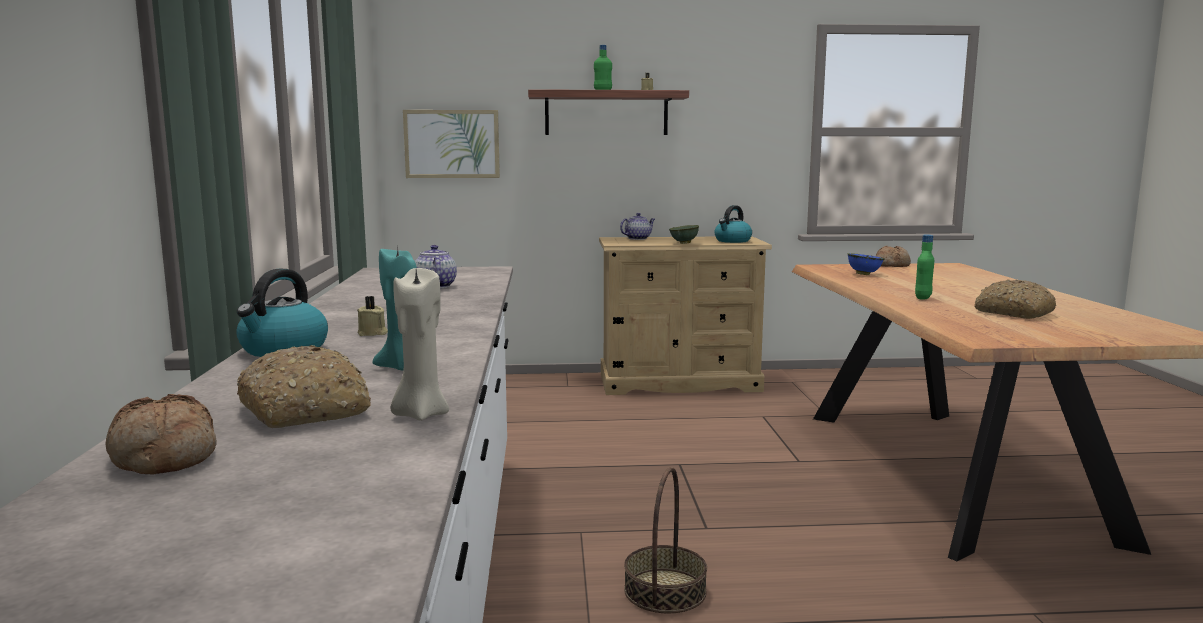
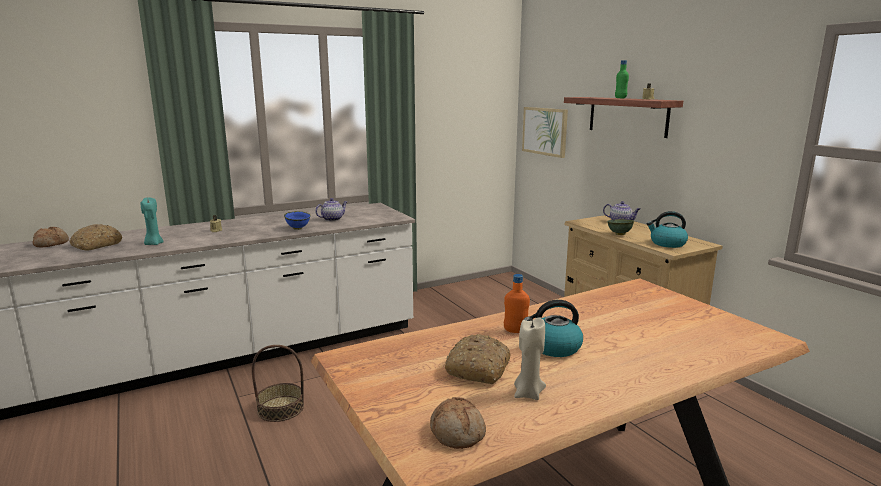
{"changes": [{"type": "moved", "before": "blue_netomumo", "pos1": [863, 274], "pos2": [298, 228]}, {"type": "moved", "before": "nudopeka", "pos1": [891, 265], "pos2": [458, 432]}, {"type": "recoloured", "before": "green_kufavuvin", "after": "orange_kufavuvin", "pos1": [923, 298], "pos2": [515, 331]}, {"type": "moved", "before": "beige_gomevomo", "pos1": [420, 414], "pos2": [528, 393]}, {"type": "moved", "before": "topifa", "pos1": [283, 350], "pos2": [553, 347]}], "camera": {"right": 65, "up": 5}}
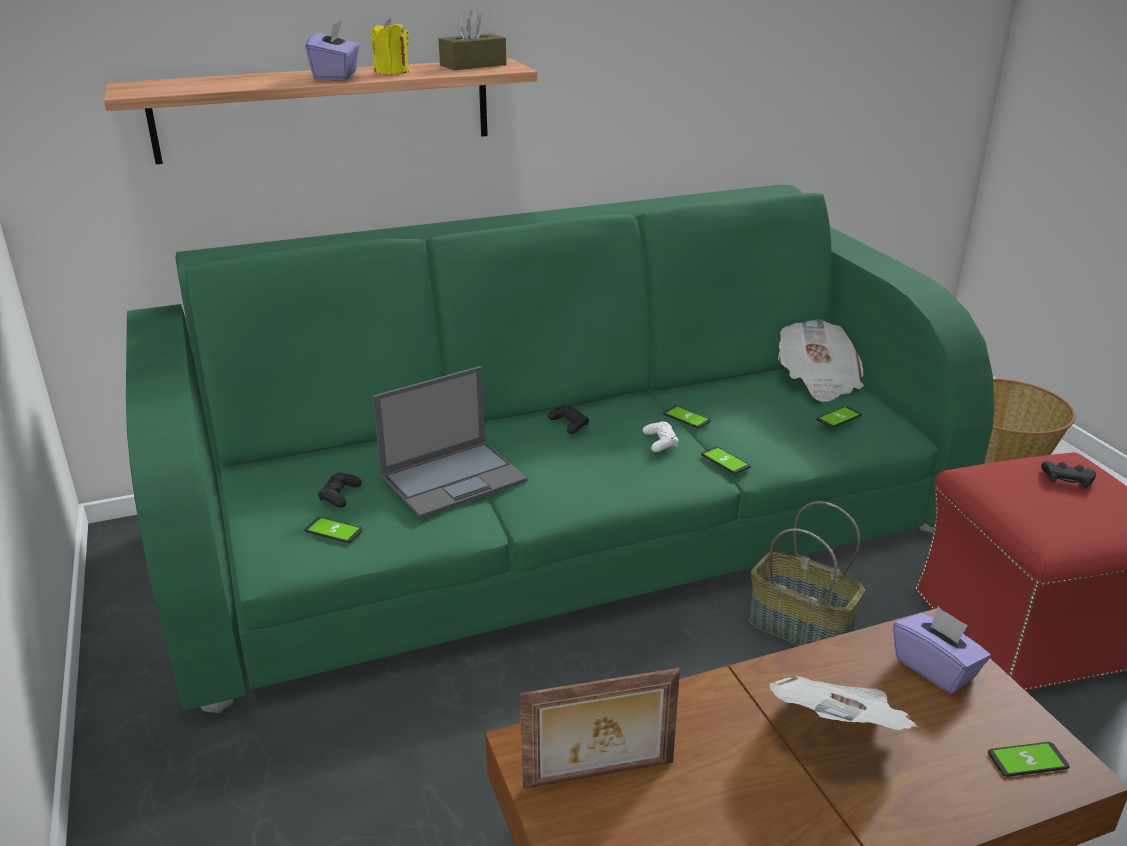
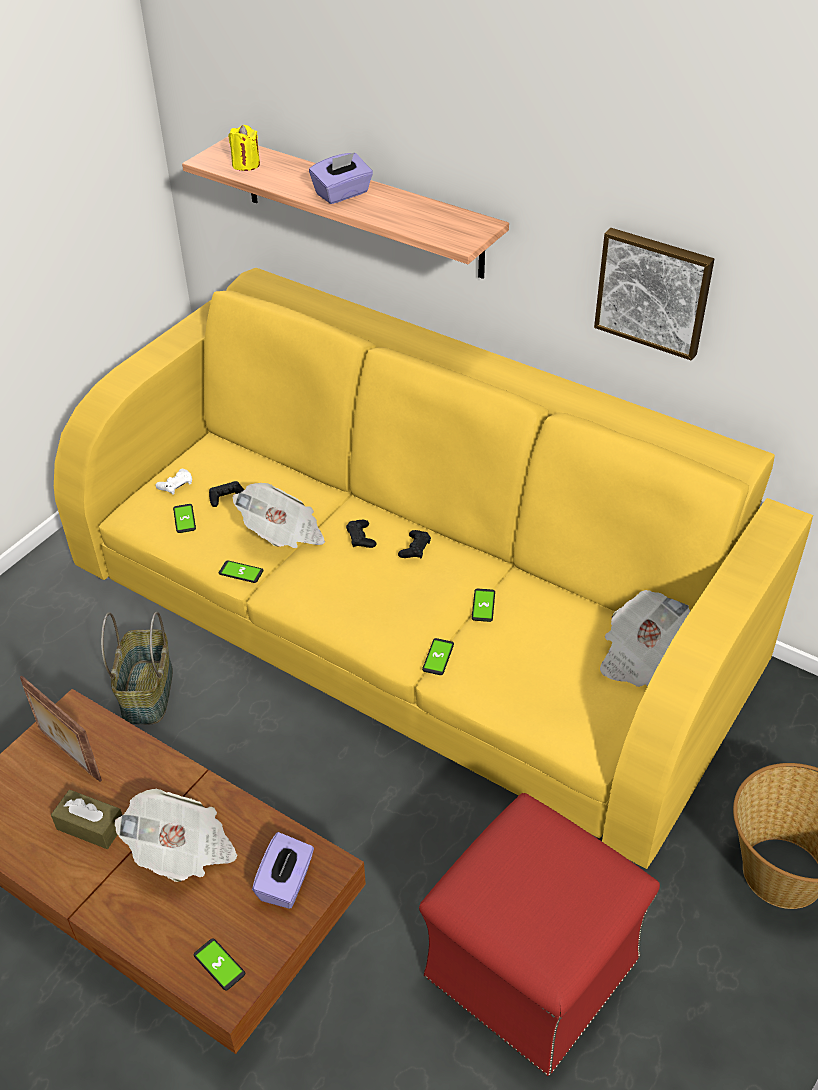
{"changes": [{"type": "moved", "before": "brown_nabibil", "pos1": [473, 65], "pos2": [90, 826]}, {"type": "recoloured", "before": "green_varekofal", "after": "yellow_varekofal", "pos1": [563, 524], "pos2": [410, 618]}, {"type": "moved", "before": "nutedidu", "pos1": [798, 628], "pos2": [146, 692]}, {"type": "moved", "before": "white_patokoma", "pos1": [660, 441], "pos2": [176, 485]}, {"type": "moved", "before": "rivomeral", "pos1": [838, 418], "pos2": [241, 572]}, {"type": "moved", "before": "yellow_gomevomo", "pos1": [392, 72], "pos2": [246, 164]}, {"type": "replaced", "before": "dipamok", "after": "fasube", "pos1": [455, 478], "pos2": [283, 534]}, {"type": "moved", "before": "black_patokoma", "pos1": [1067, 479], "pos2": [361, 538]}, {"type": "added", "after": "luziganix", "pos2": [654, 291]}], "camera": {"right": 55, "up": 15}}
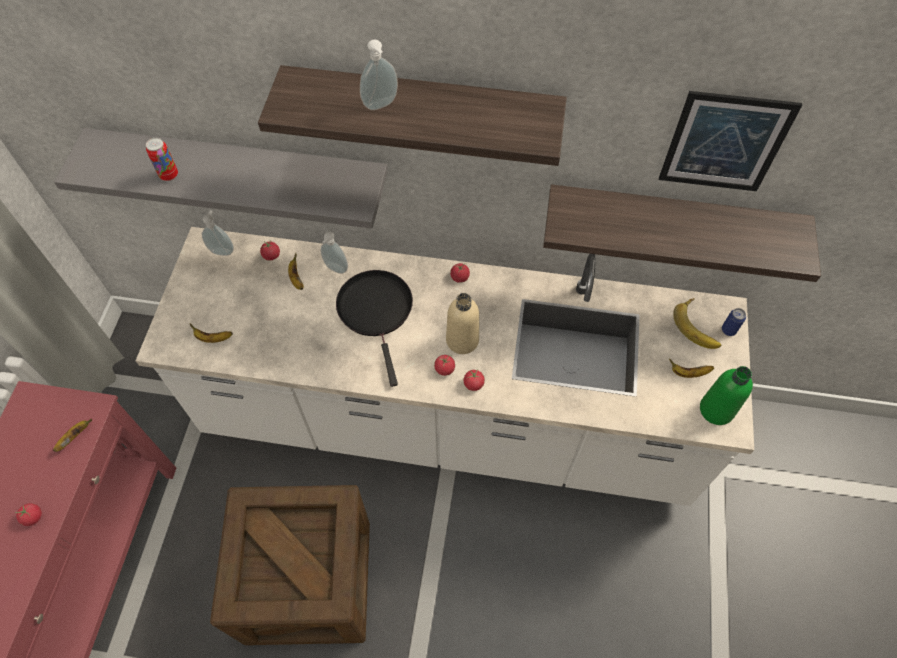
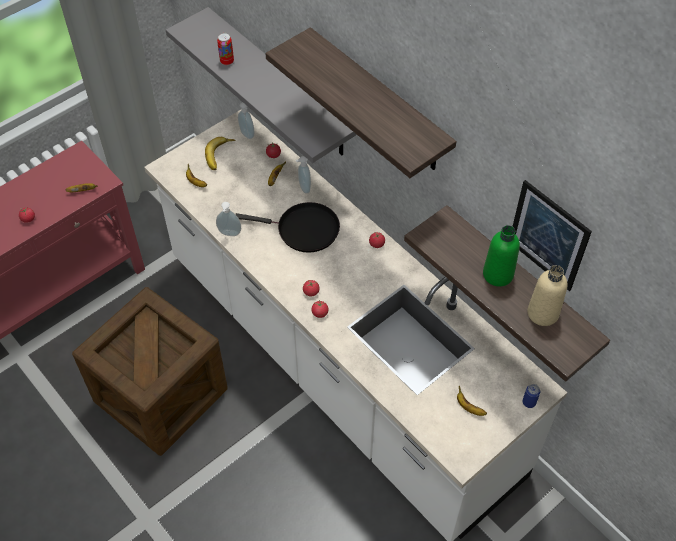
{"changes": [{"type": "moved", "before": "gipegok", "pos1": [698, 326], "pos2": [221, 155]}, {"type": "moved", "before": "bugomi", "pos1": [381, 105], "pos2": [229, 234]}, {"type": "turned", "before": "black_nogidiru", "pos1": [376, 311], "pos2": [304, 230], "turn": 75}, {"type": "moved", "before": "green_kufavuvin", "pos1": [716, 409], "pos2": [498, 274]}, {"type": "moved", "before": "beige_kufavuvin", "pos1": [462, 340], "pos2": [543, 313]}], "camera": {"right": 40, "up": -5}}
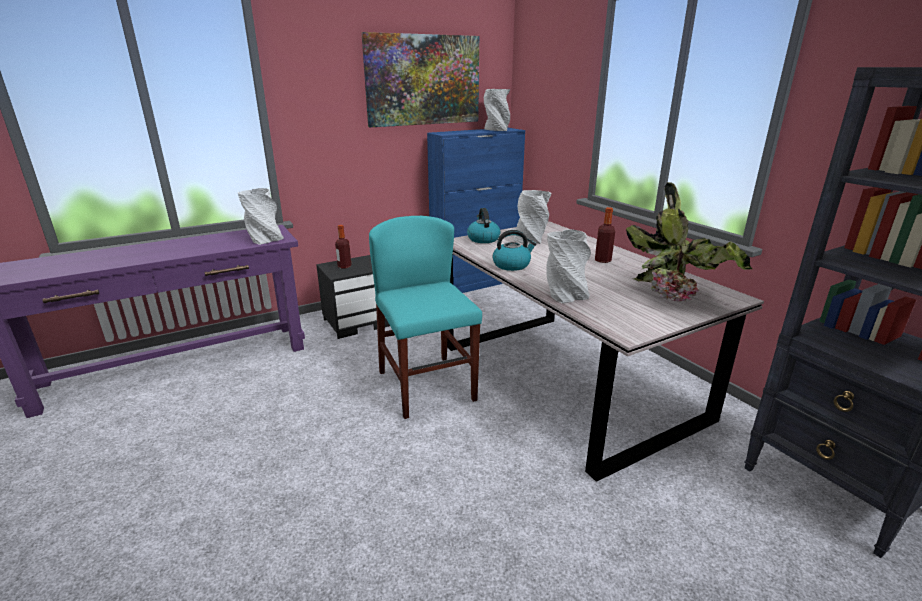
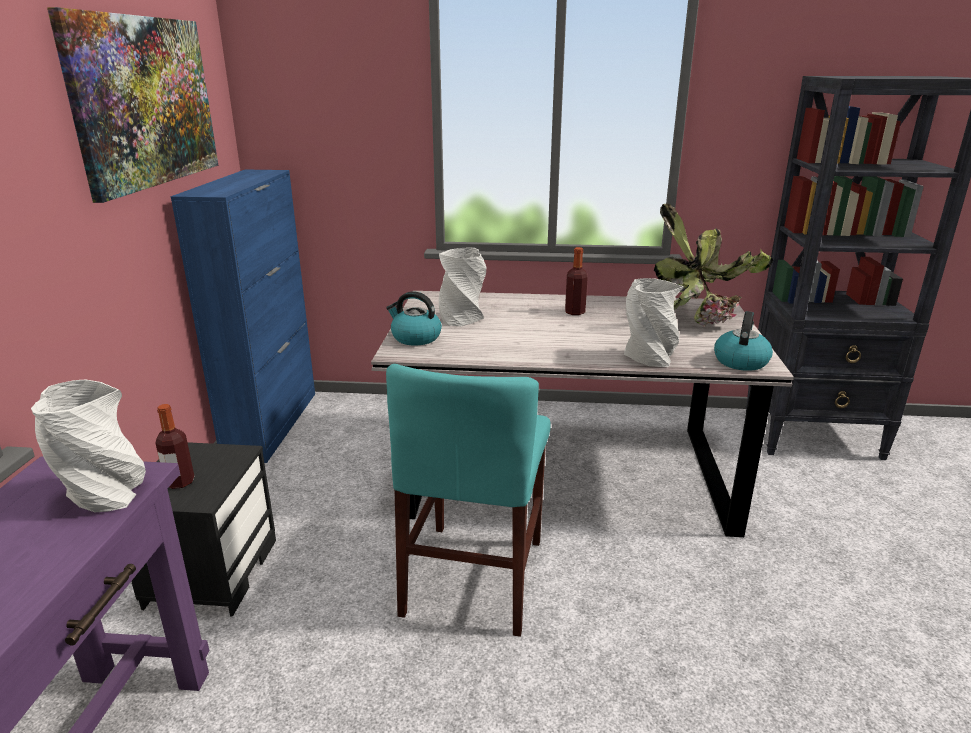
{"changes": [{"type": "turned", "before": "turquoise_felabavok", "pos1": [426, 386], "pos2": [474, 576], "turn": -90}, {"type": "moved", "before": "topifa", "pos1": [512, 265], "pos2": [740, 361]}, {"type": "removed", "before": "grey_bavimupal", "pos1": [496, 130]}], "camera": {"right": -55, "up": 0}}
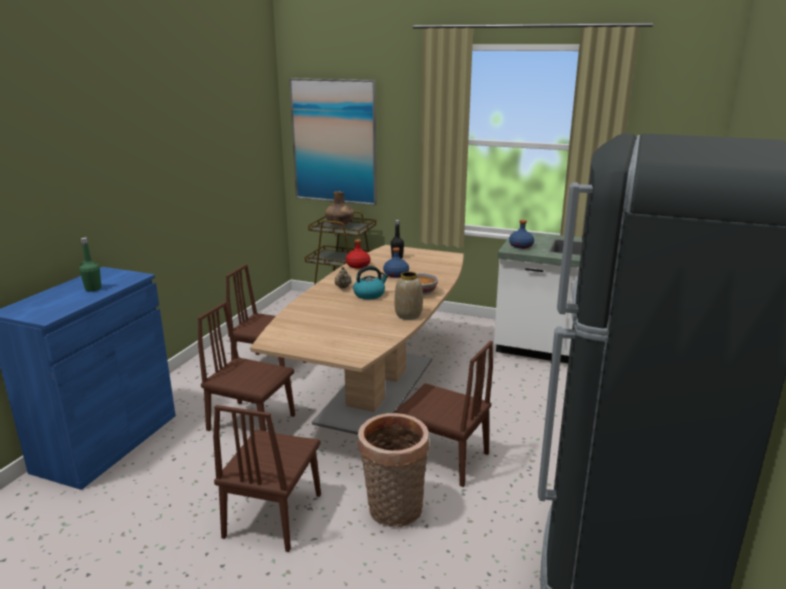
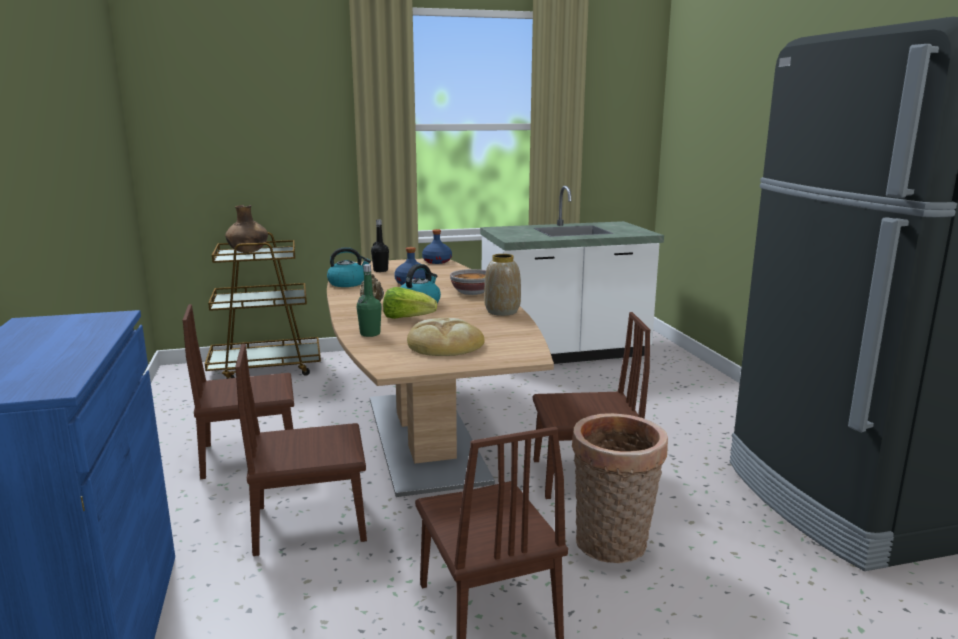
{"changes": [{"type": "replaced", "before": "red_kufavuvin", "after": "topifa", "pos1": [358, 265], "pos2": [348, 283]}, {"type": "moved", "before": "green_kufavuvin", "pos1": [93, 289], "pos2": [370, 334]}, {"type": "added", "after": "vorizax", "pos2": [407, 318]}, {"type": "added", "after": "nudopeka", "pos2": [444, 344]}, {"type": "moved", "before": "blue_kufavuvin", "pos1": [521, 246], "pos2": [437, 261]}, {"type": "removed", "before": "luziganix", "pos1": [334, 142]}], "camera": {"right": -35, "up": -5}}
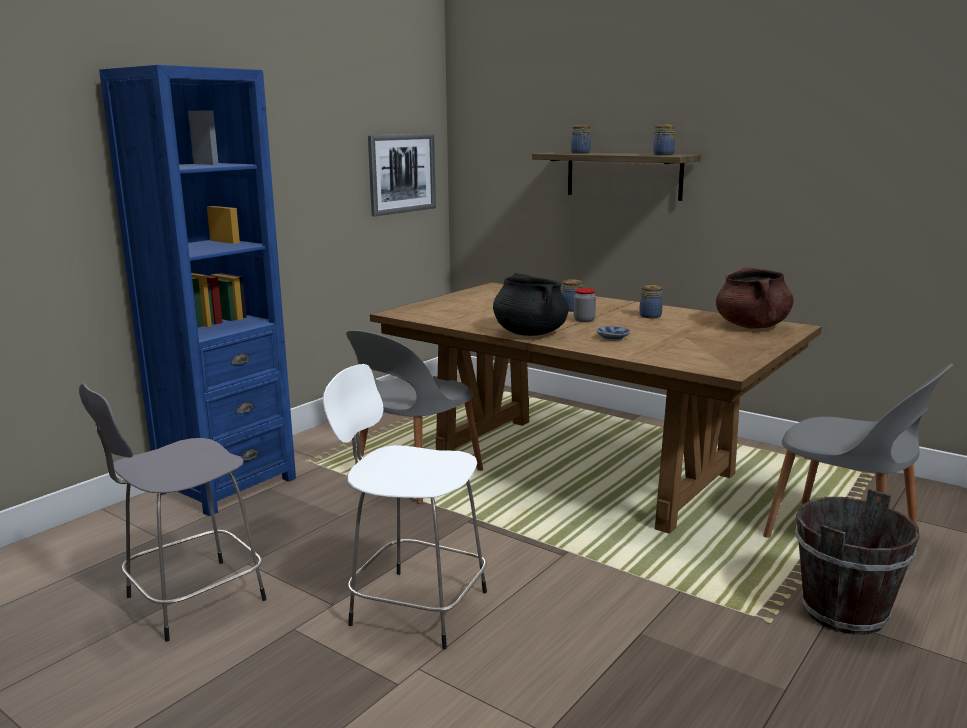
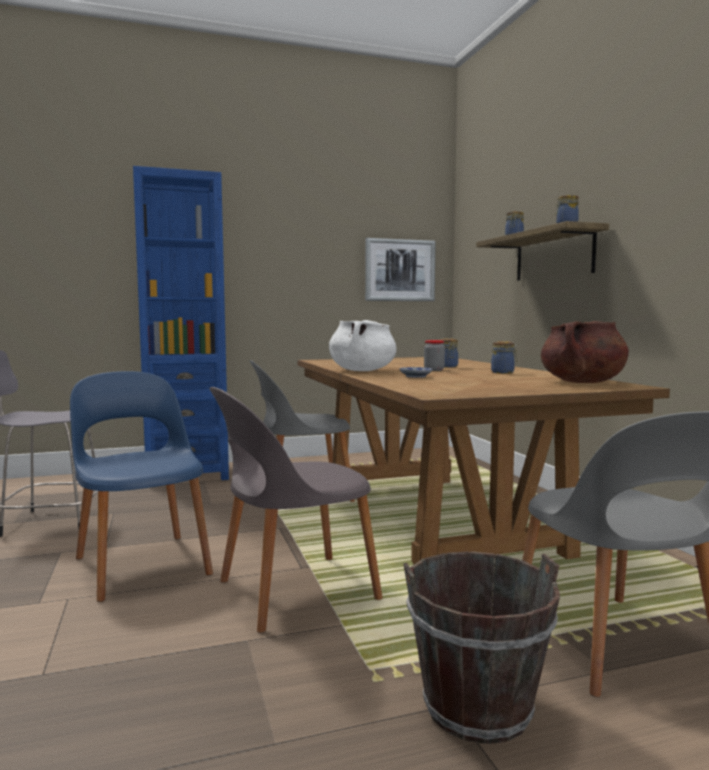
{"changes": [{"type": "replaced", "before": "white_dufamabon", "after": "blue_felabavok", "pos1": [414, 606], "pos2": [142, 564]}, {"type": "added", "after": "grey_felabavok", "pos2": [293, 591]}, {"type": "recoloured", "before": "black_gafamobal", "after": "white_gafamobal", "pos1": [530, 333], "pos2": [362, 371]}], "camera": {"right": 35, "up": -10}}
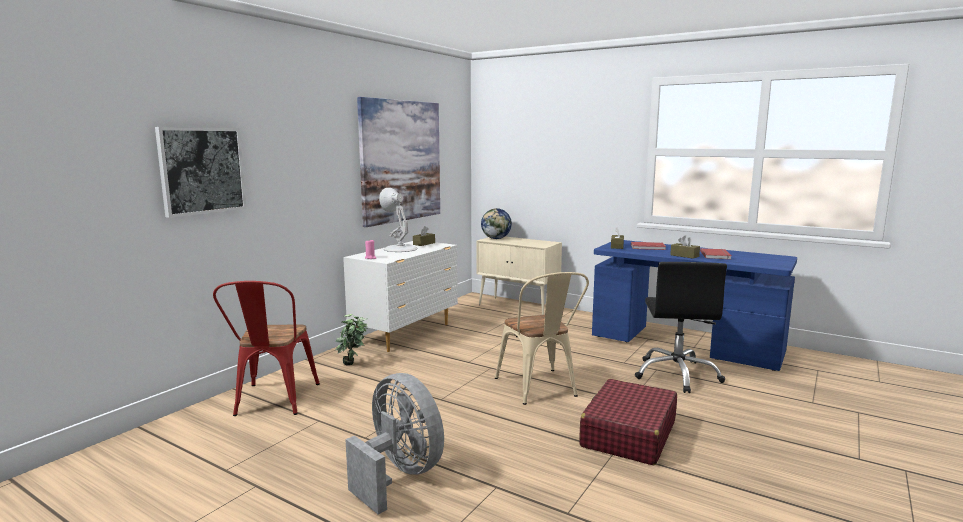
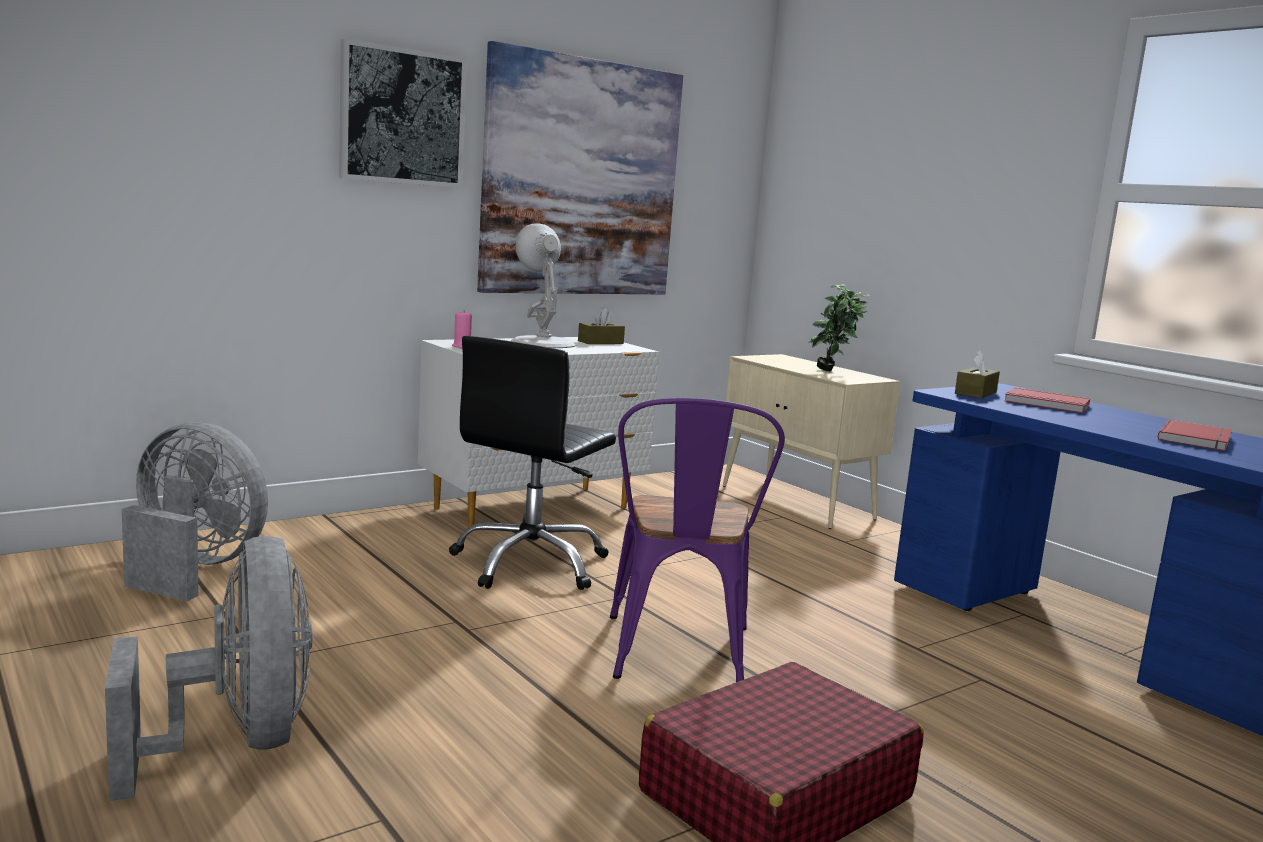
{"changes": [{"type": "replaced", "before": "red_felabavok", "after": "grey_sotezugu", "pos1": [273, 402], "pos2": [193, 569]}, {"type": "moved", "before": "luziganix", "pos1": [202, 170], "pos2": [402, 117]}, {"type": "moved", "before": "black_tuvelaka", "pos1": [677, 374], "pos2": [531, 564]}, {"type": "recoloured", "before": "beige_felabavok", "after": "purple_felabavok", "pos1": [539, 389], "pos2": [677, 657]}, {"type": "moved", "before": "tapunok", "pos1": [353, 365], "pos2": [833, 372]}, {"type": "removed", "before": "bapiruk", "pos1": [496, 238]}, {"type": "removed", "before": "brown_nabibil", "pos1": [684, 256]}], "camera": {"right": 20, "up": 0}}
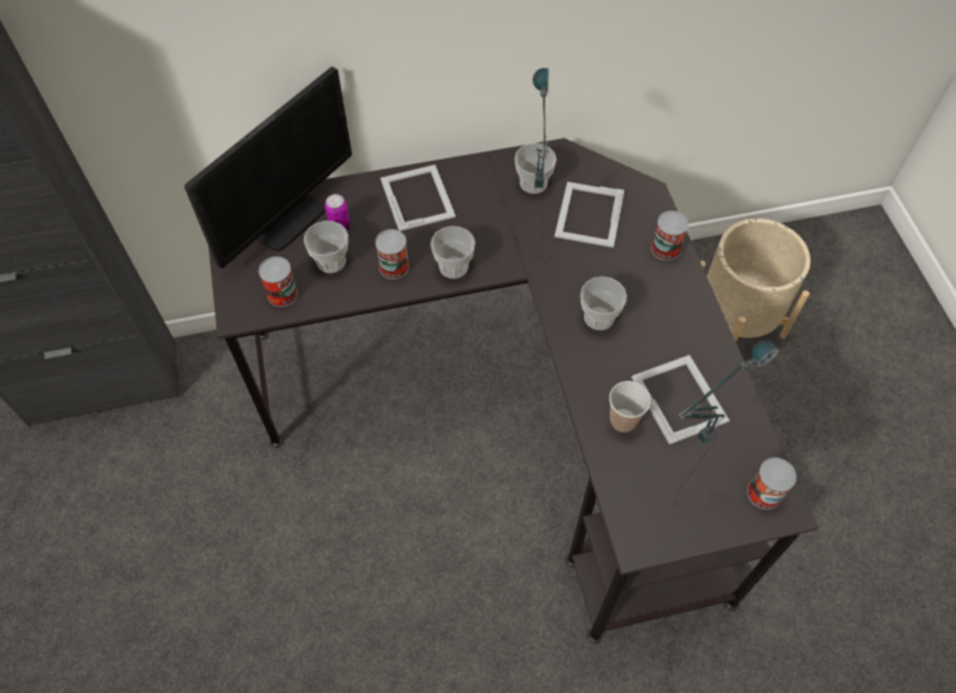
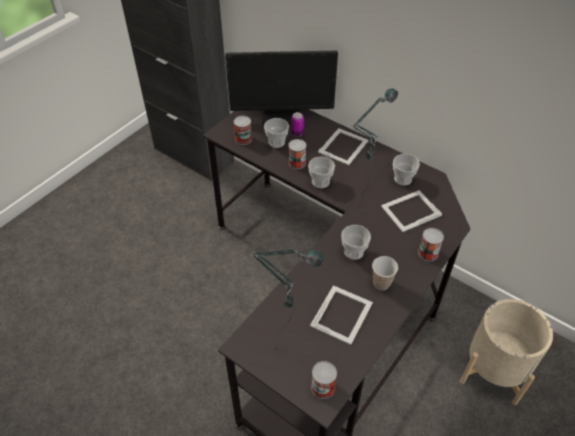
{"changes": [{"type": "moved", "before": "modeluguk", "pos1": [623, 420], "pos2": [381, 283]}], "camera": {"right": 50, "up": -10}}
